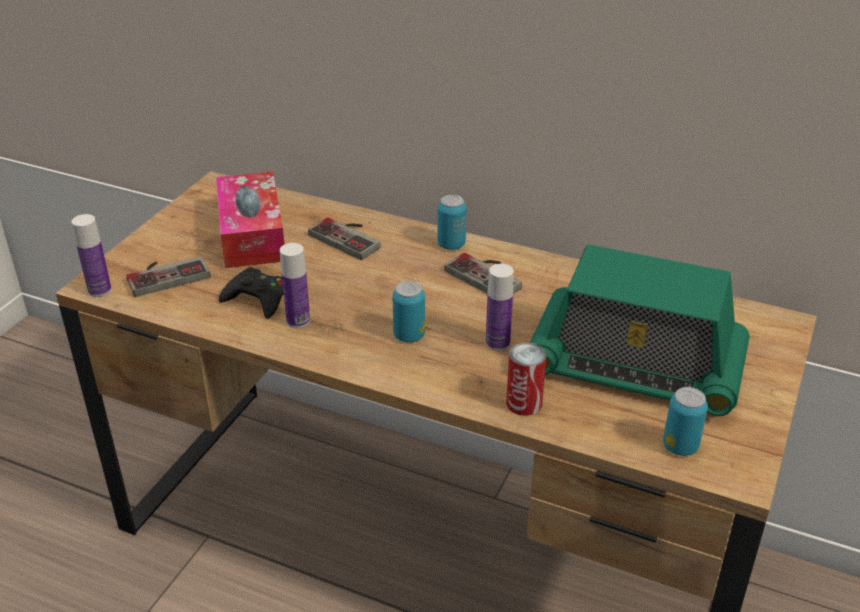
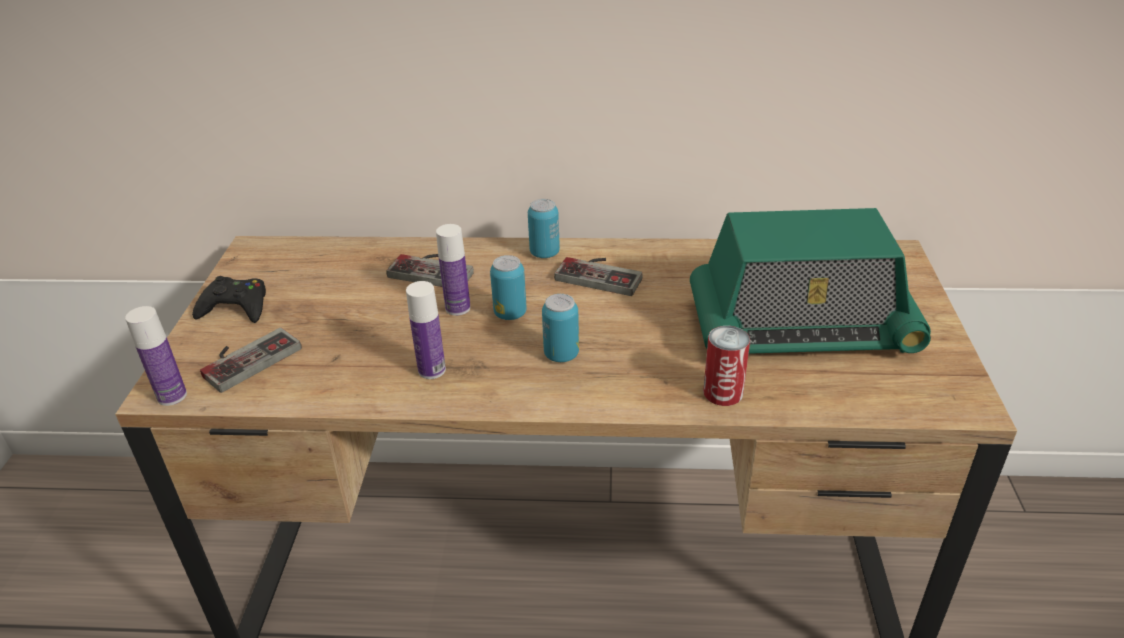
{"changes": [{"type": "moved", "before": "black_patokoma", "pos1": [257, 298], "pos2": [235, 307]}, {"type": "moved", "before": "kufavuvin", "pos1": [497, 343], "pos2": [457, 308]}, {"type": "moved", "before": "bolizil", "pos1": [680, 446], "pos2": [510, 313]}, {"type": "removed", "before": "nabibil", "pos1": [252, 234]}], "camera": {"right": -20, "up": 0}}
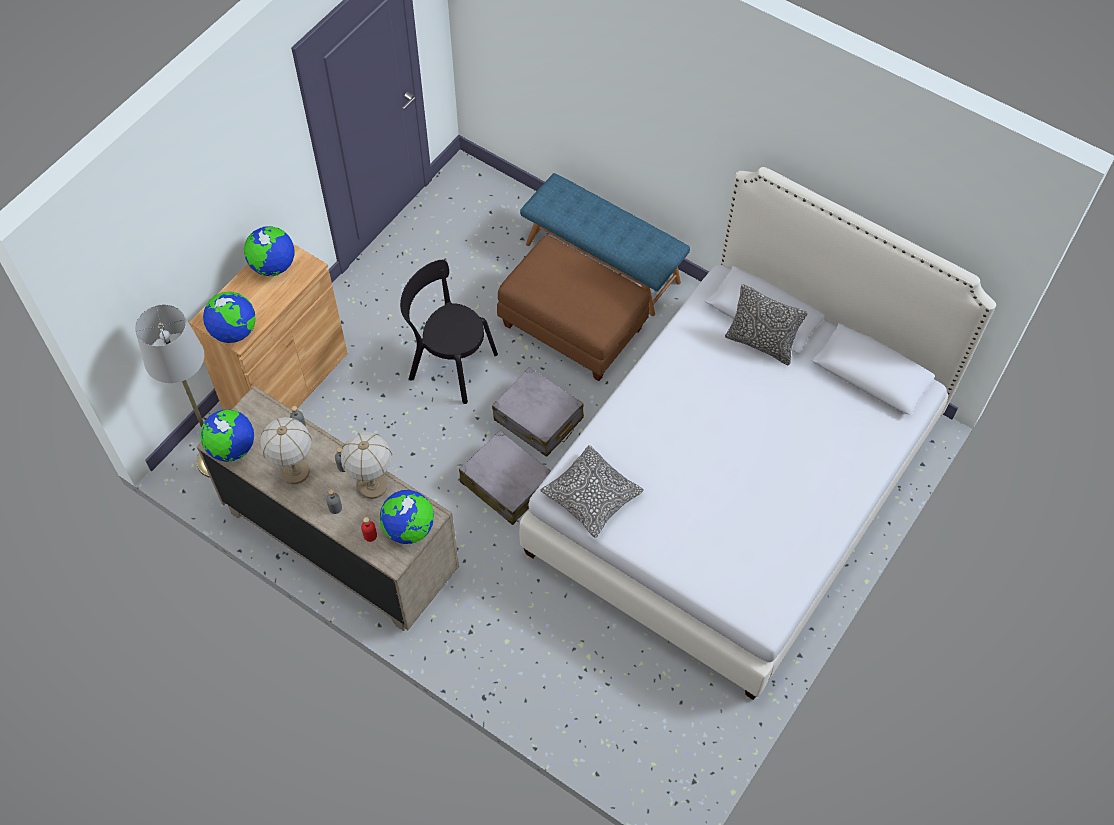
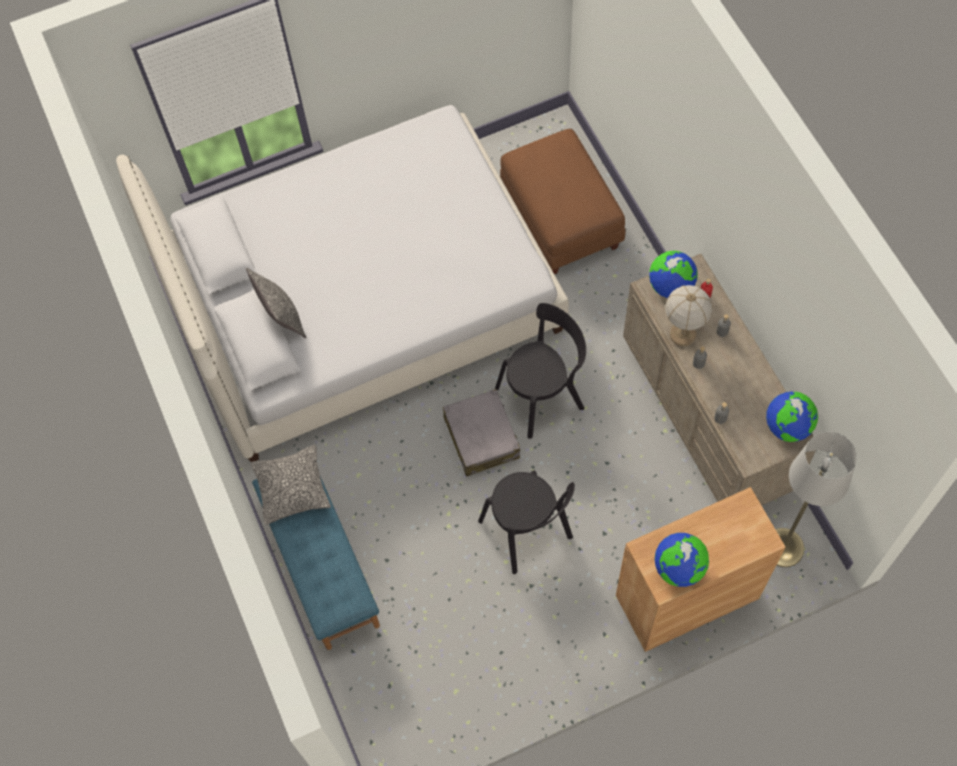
{"changes": [{"type": "moved", "before": "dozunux", "pos1": [591, 496], "pos2": [292, 488]}, {"type": "replaced", "before": "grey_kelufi", "after": "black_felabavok", "pos1": [506, 484], "pos2": [543, 395]}, {"type": "moved", "before": "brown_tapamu", "pos1": [574, 327], "pos2": [559, 219]}, {"type": "removed", "before": "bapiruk", "pos1": [234, 331]}, {"type": "removed", "before": "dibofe", "pos1": [295, 471]}], "camera": {"right": -145, "up": 5}}
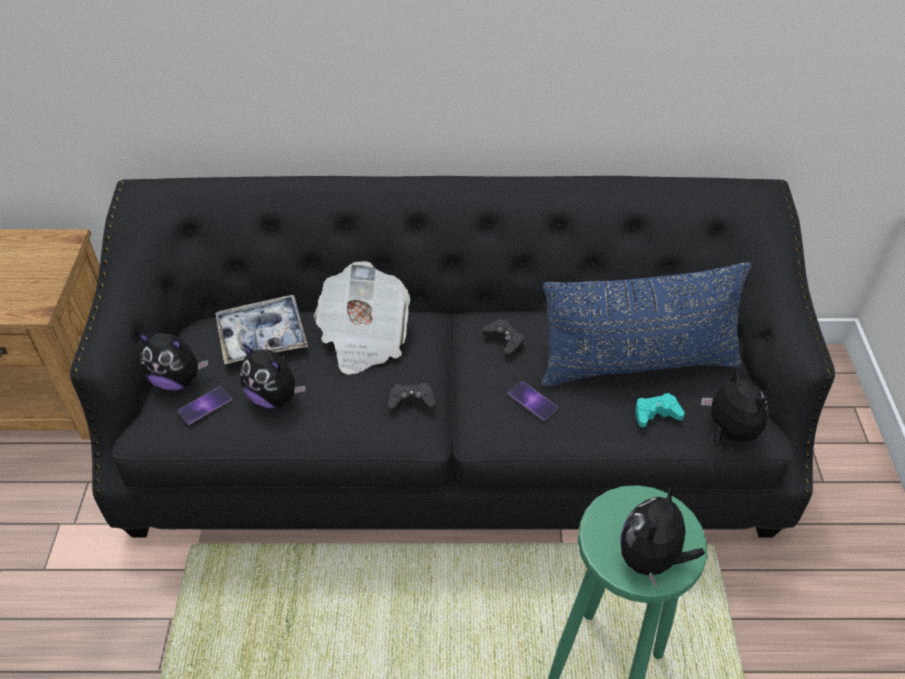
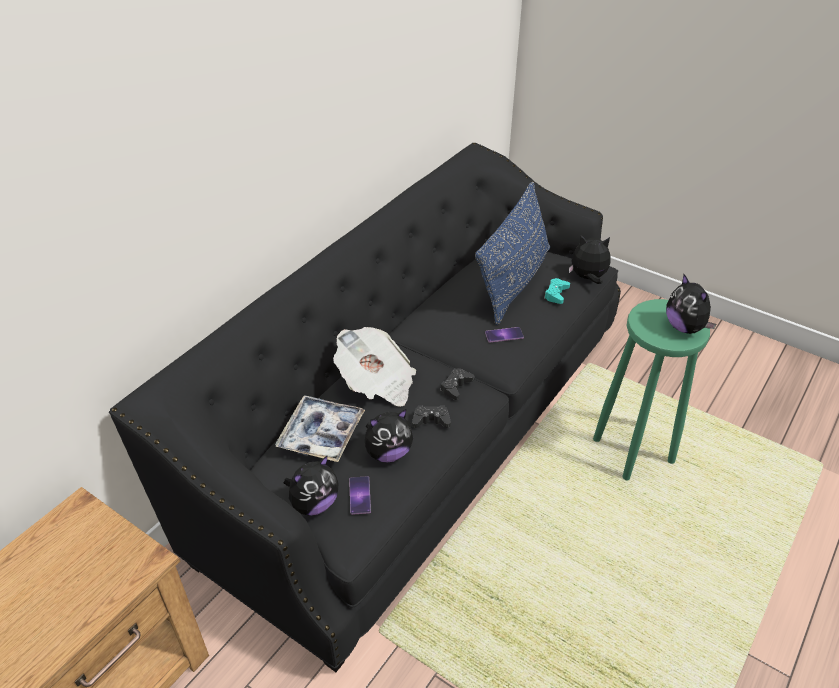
{"changes": [{"type": "moved", "before": "black_patokoma", "pos1": [505, 341], "pos2": [431, 420]}], "camera": {"right": -55, "up": -5}}
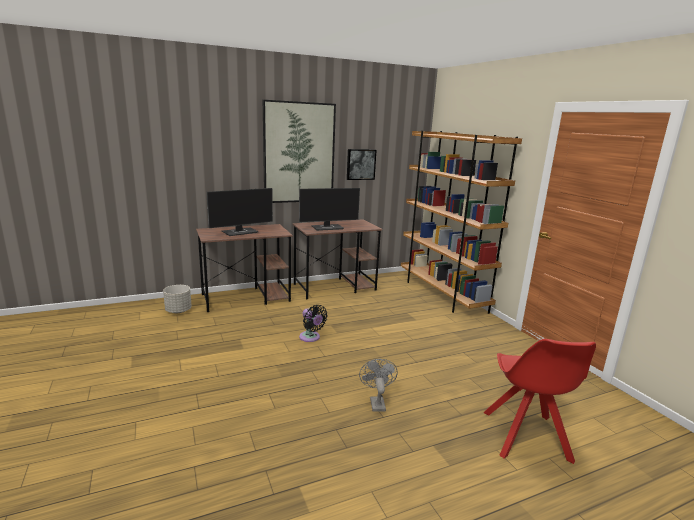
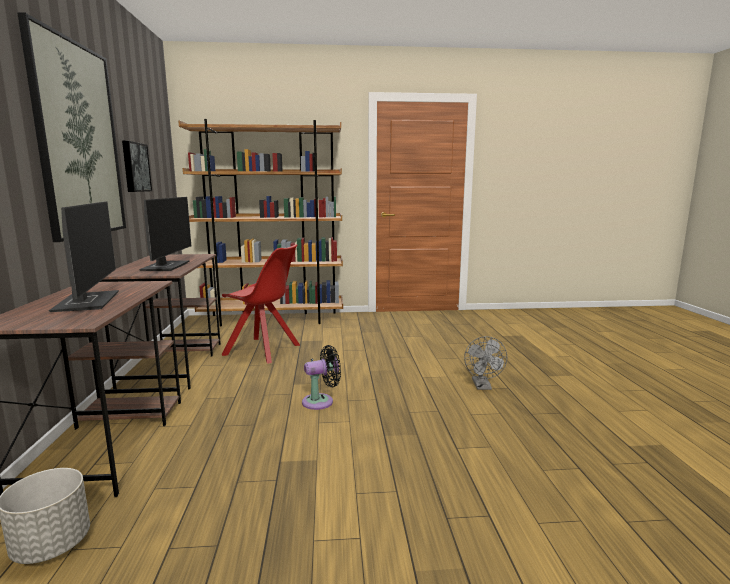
{"changes": [{"type": "moved", "before": "red_felabavok", "pos1": [526, 437], "pos2": [264, 350]}, {"type": "turned", "before": "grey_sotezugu", "pos1": [376, 402], "pos2": [483, 386], "turn": -105}], "camera": {"right": -70, "up": -5}}
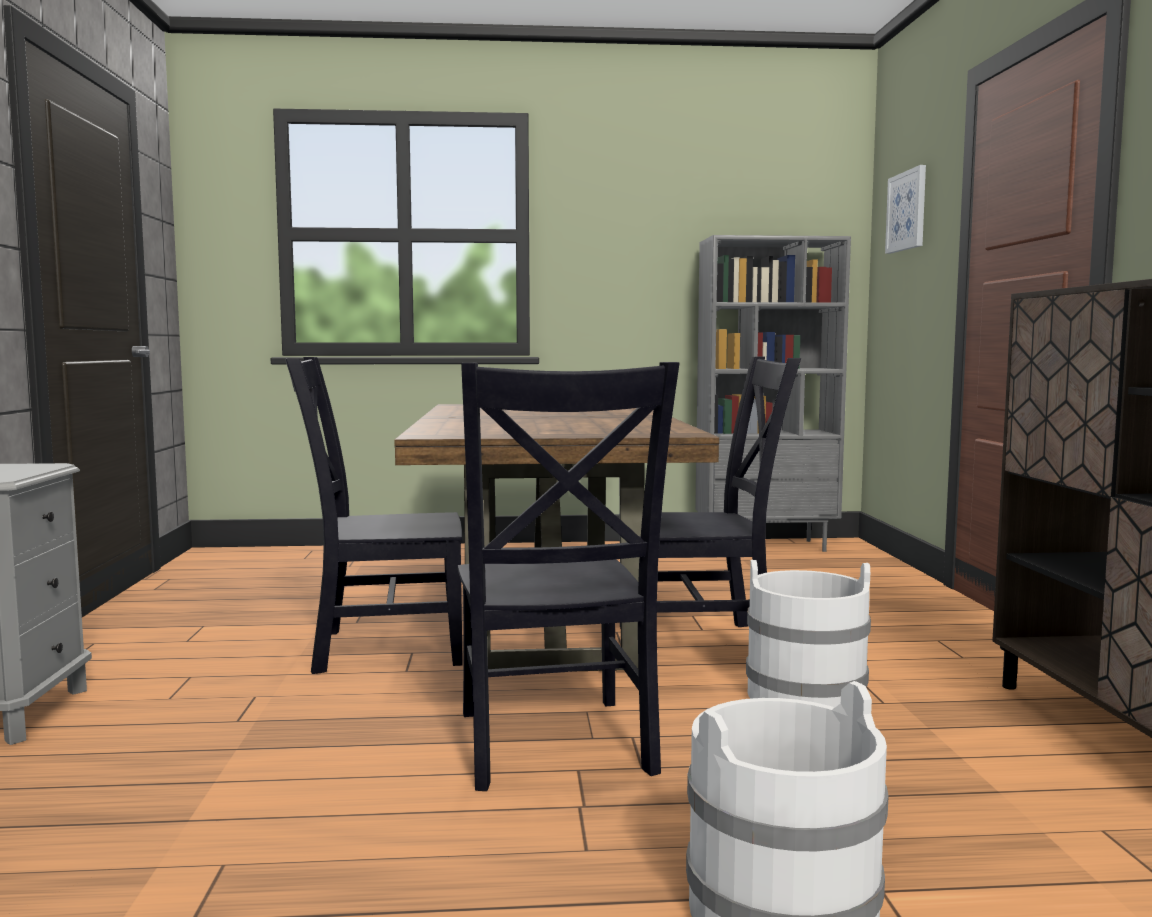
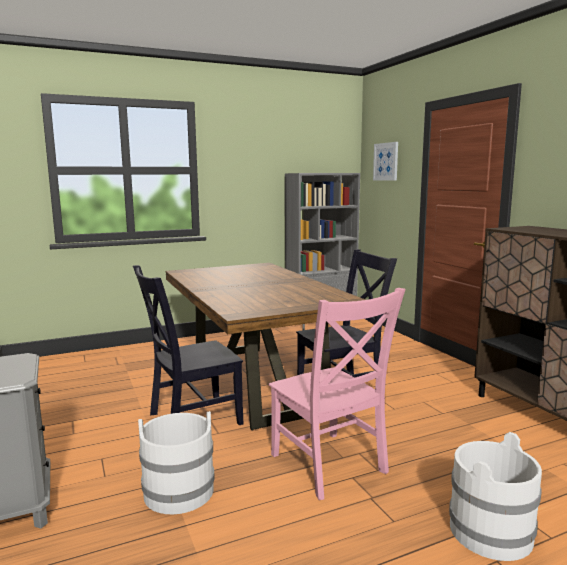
{"changes": [{"type": "moved", "before": "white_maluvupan", "pos1": [804, 696], "pos2": [178, 492]}, {"type": "recoloured", "before": "black_felabavok", "after": "pink_felabavok", "pos1": [553, 746], "pos2": [330, 466]}], "camera": {"right": -20, "up": 5}}
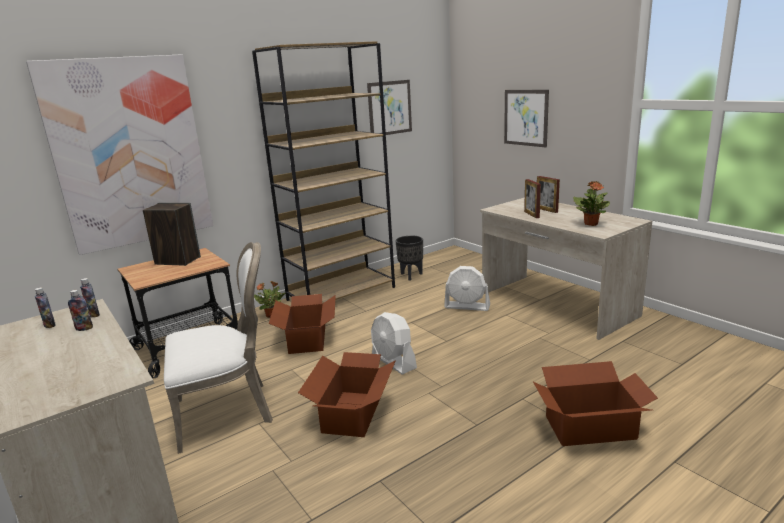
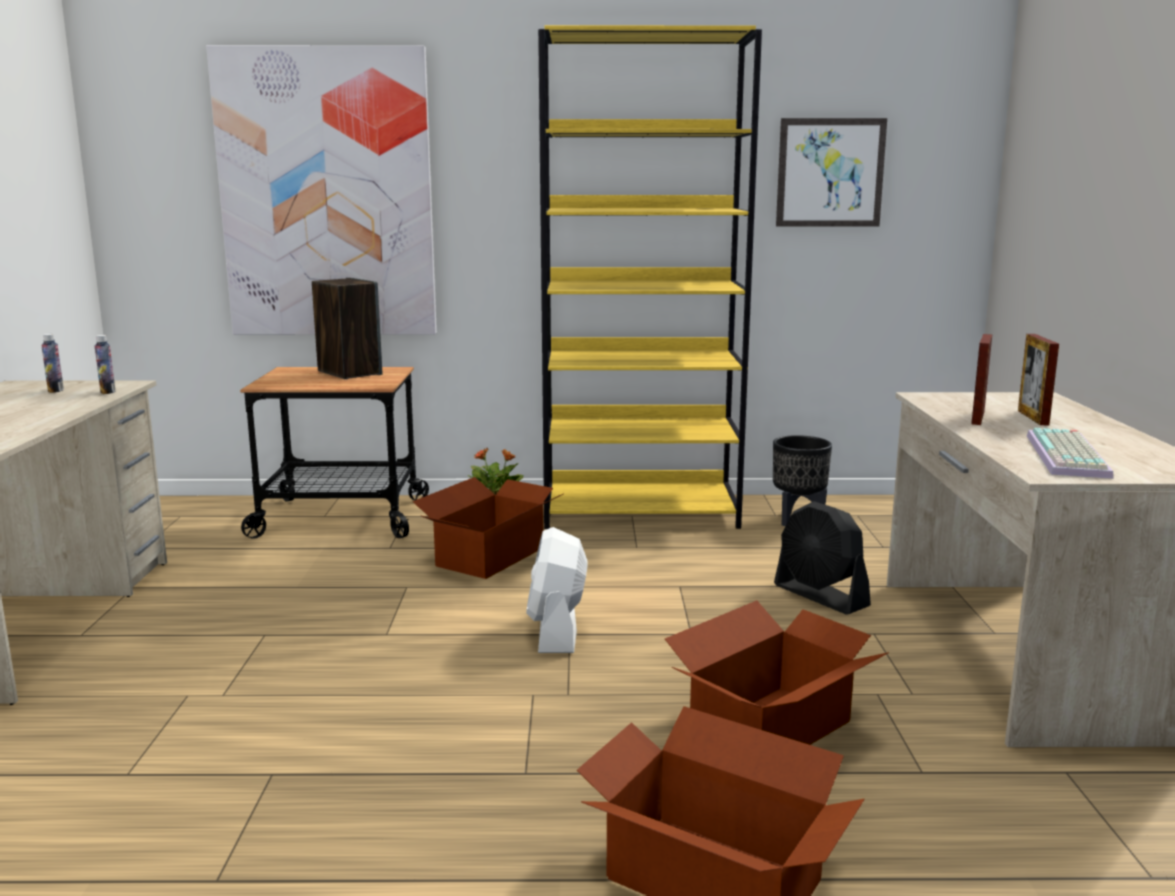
{"changes": [{"type": "recoloured", "before": "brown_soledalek", "after": "yellow_soledalek", "pos1": [341, 293], "pos2": [641, 512]}, {"type": "moved", "before": "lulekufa", "pos1": [353, 413], "pos2": [773, 728]}, {"type": "recoloured", "before": "white_sotezugu", "after": "black_sotezugu", "pos1": [467, 306], "pos2": [820, 596]}, {"type": "replaced", "before": "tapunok", "after": "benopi", "pos1": [591, 224], "pos2": [1070, 456]}, {"type": "removed", "before": "kufavuvin", "pos1": [84, 328]}, {"type": "removed", "before": "white_felabavok", "pos1": [228, 412]}, {"type": "removed", "before": "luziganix", "pos1": [525, 117]}], "camera": {"right": 35, "up": -5}}
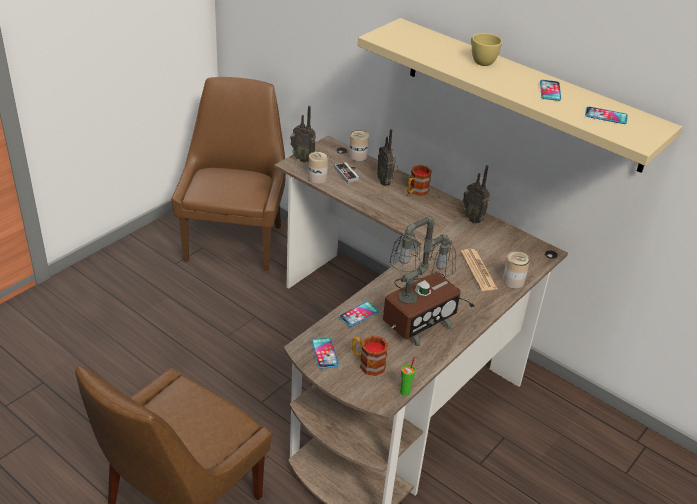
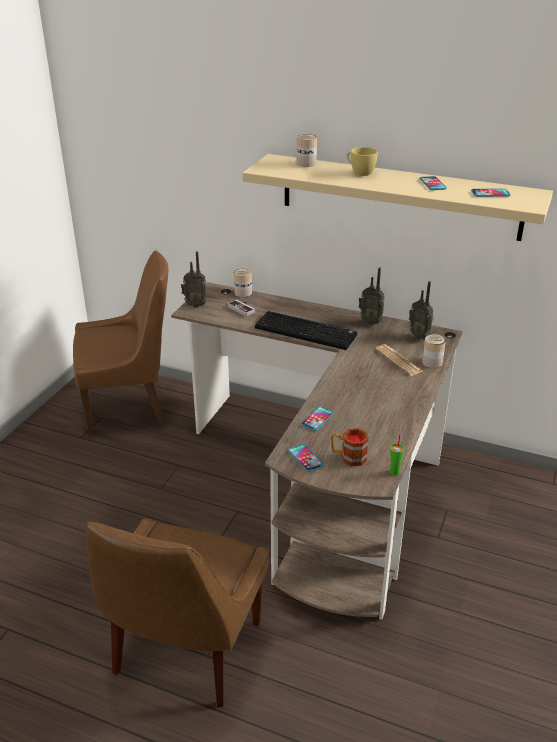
{"changes": [{"type": "turned", "before": "brown_felabavok", "pos1": [235, 241], "pos2": [129, 405], "turn": 90}, {"type": "added", "after": "benopi", "pos2": [307, 331]}, {"type": "moved", "before": "bolizil", "pos1": [317, 178], "pos2": [306, 163]}, {"type": "moved", "before": "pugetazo", "pos1": [385, 182], "pos2": [420, 336]}, {"type": "removed", "before": "dibofe", "pos1": [421, 315]}, {"type": "removed", "before": "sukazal", "pos1": [416, 191]}], "camera": {"right": -15, "up": -5}}
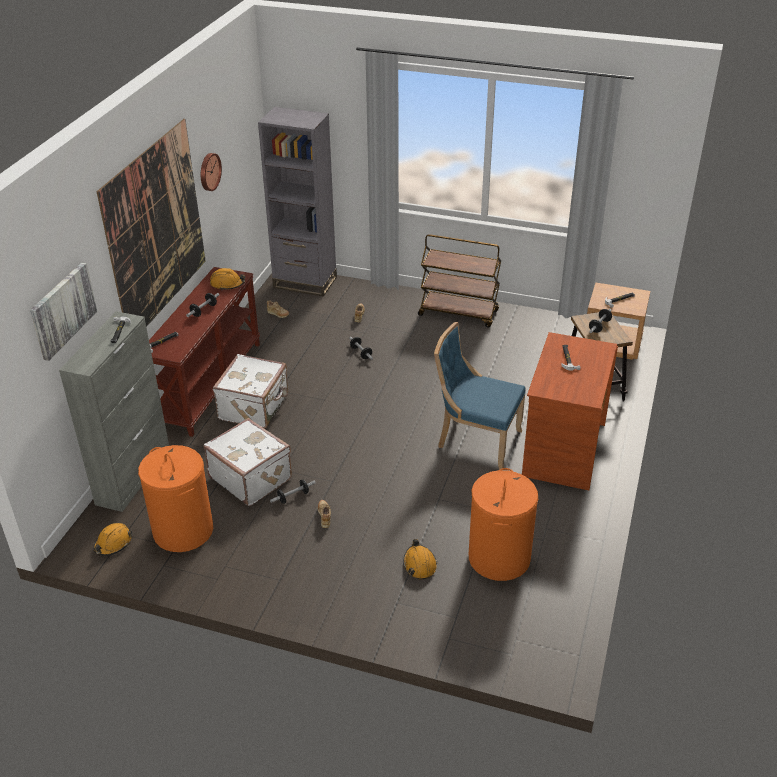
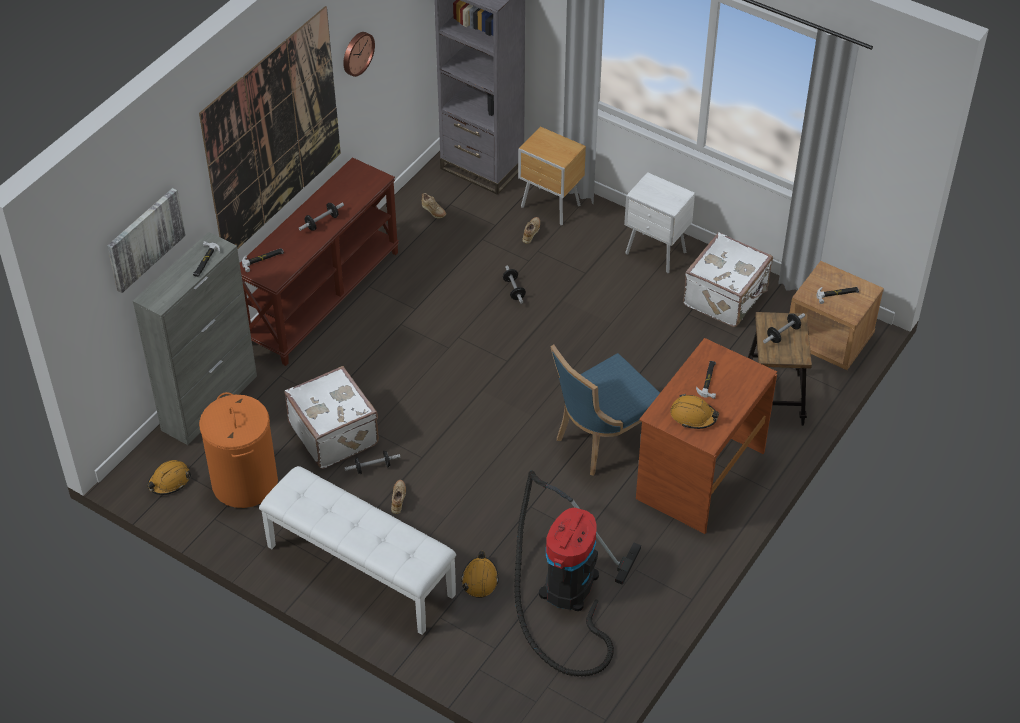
{"changes": [{"type": "added", "after": "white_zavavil", "pos2": [359, 571]}, {"type": "replaced", "before": "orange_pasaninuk", "after": "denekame", "pos1": [499, 558], "pos2": [568, 592]}, {"type": "added", "after": "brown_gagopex", "pos2": [551, 207]}, {"type": "turned", "before": "blue_felabavok", "pos1": [476, 440], "pos2": [603, 440], "turn": -75}, {"type": "replaced", "before": "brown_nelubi", "after": "white_gagopex", "pos1": [459, 313], "pos2": [656, 254]}, {"type": "moved", "before": "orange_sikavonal", "pos1": [227, 284], "pos2": [693, 416]}, {"type": "moved", "before": "white_kelufi", "pos1": [255, 407], "pos2": [726, 297]}], "camera": {"right": 15, "up": 10}}
